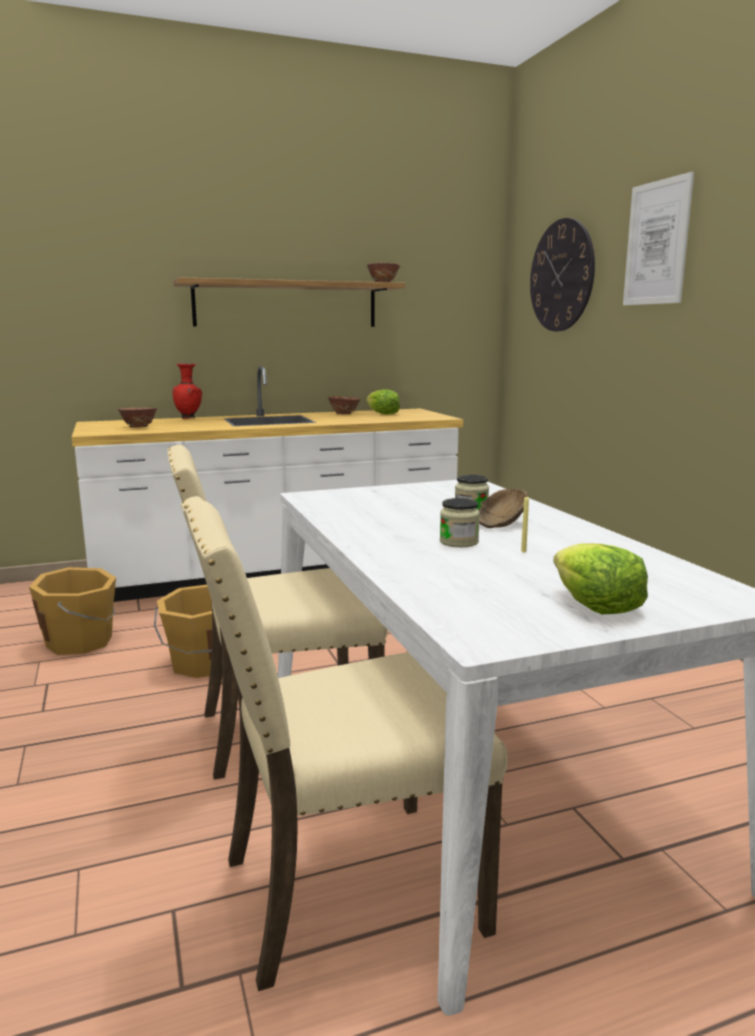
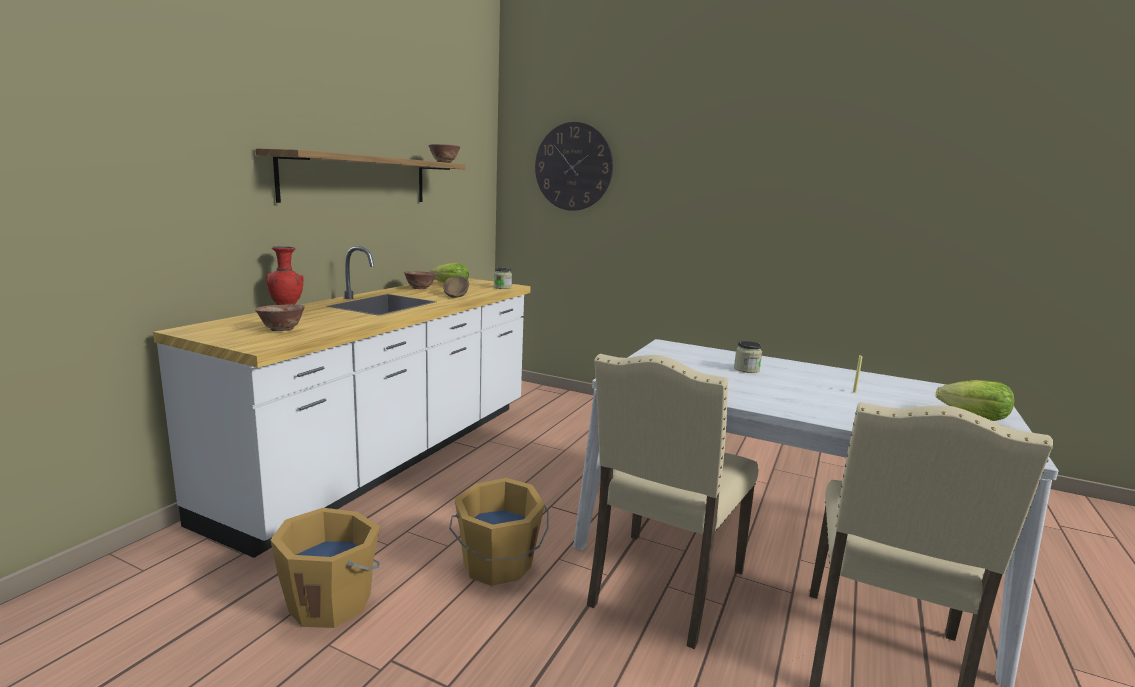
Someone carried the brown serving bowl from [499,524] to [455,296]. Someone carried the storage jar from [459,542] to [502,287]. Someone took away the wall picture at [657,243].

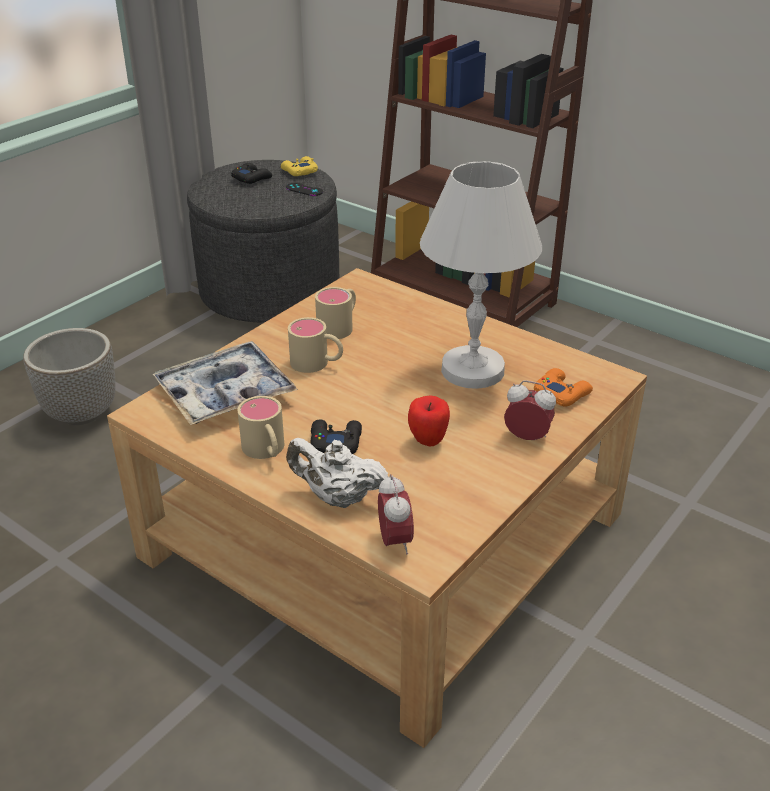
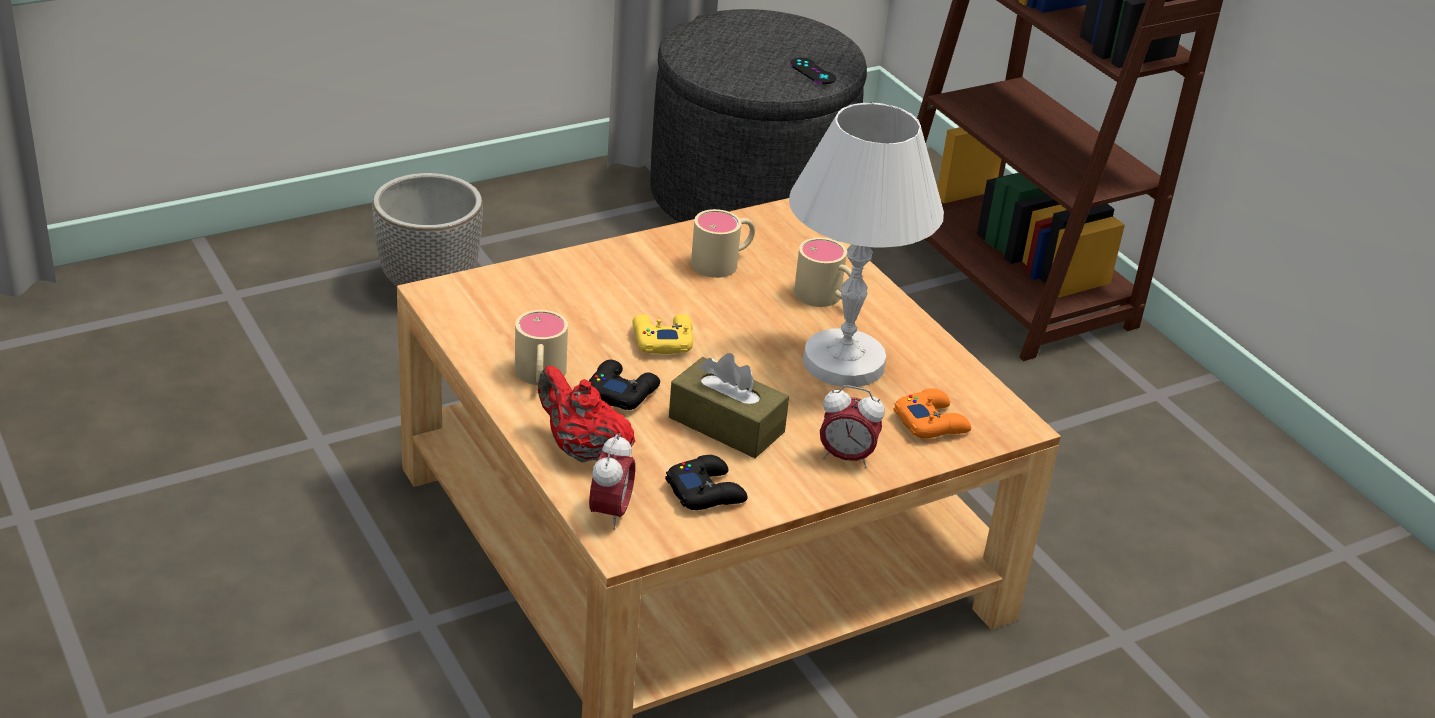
Someone repainted the white-coloured teapot at [337,497], which became the red teapot at [582,450]. Someone carried the yellowish gamepad from [299,171] to [662,340]. Someone carried the black gamepad from [251,178] to [706,491]. Someone swapped the whole apple at [428,442] for the brown box of tissues at [726,425]. Someone carried the beige-coloured coffee mug from [317,363] to [826,298]. Someone rotated the table clock at [527,437] by 150 degrees clockwise. Someone took away the serving tray at [225,394].

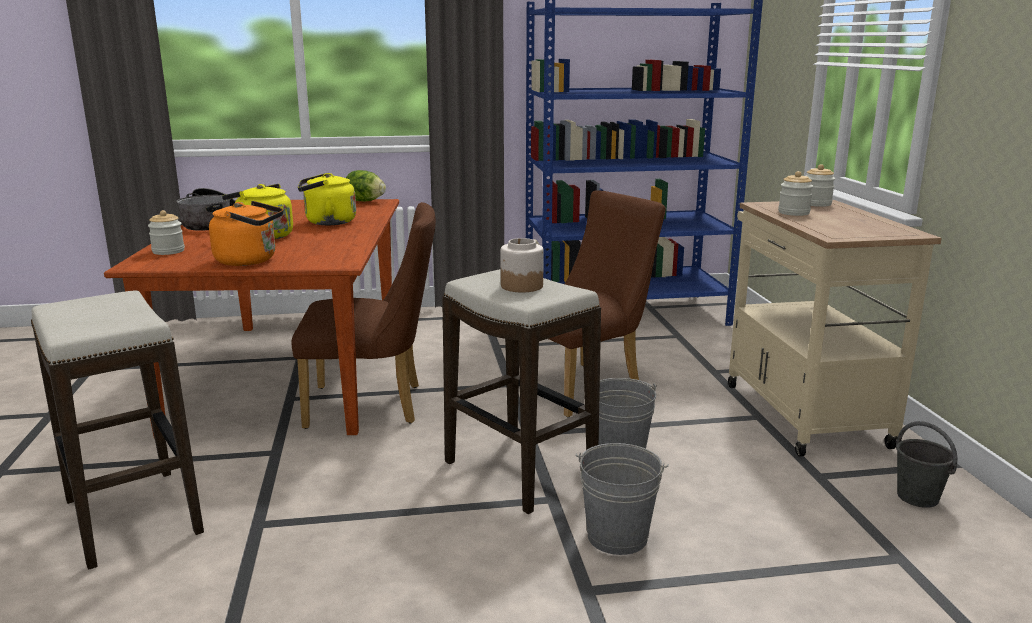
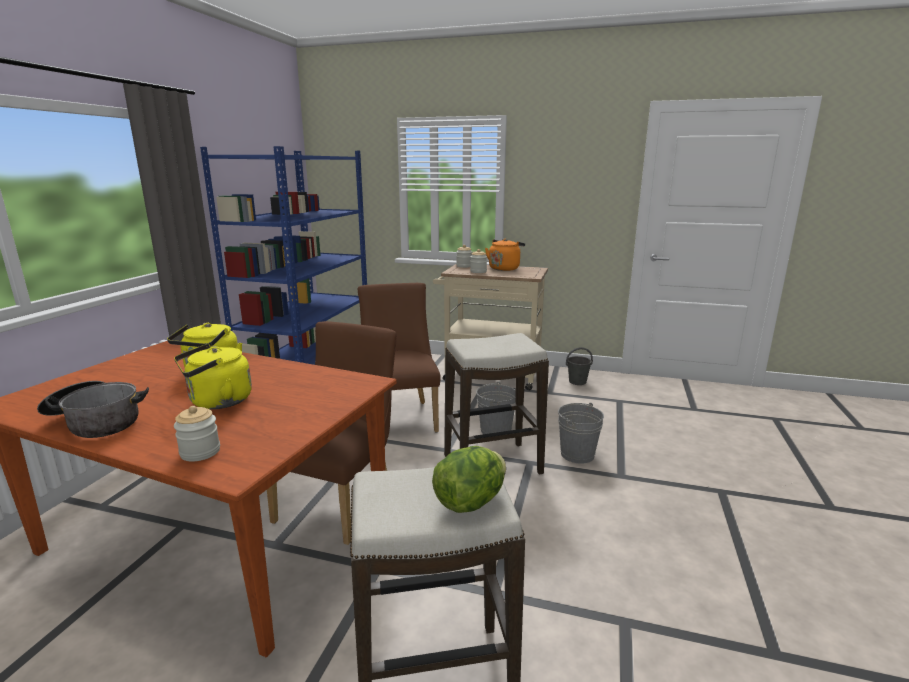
Someone carried the lettuce from [365,201] to [470,502]. Someone carried the orange kettle from [250,261] to [504,268]. Someone took away the storage jar at [521,286].

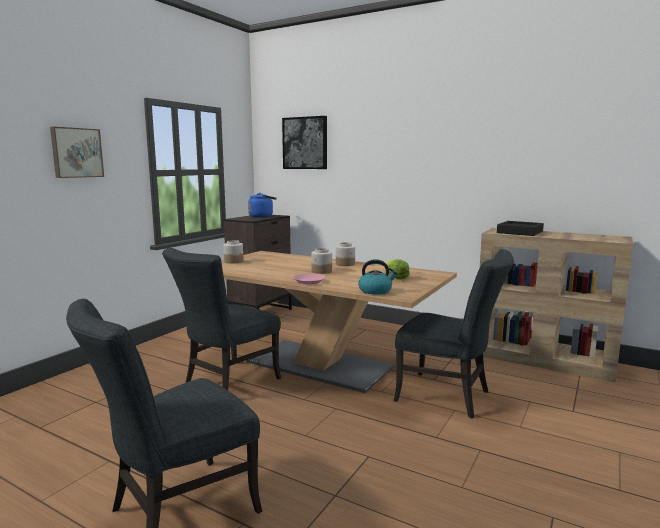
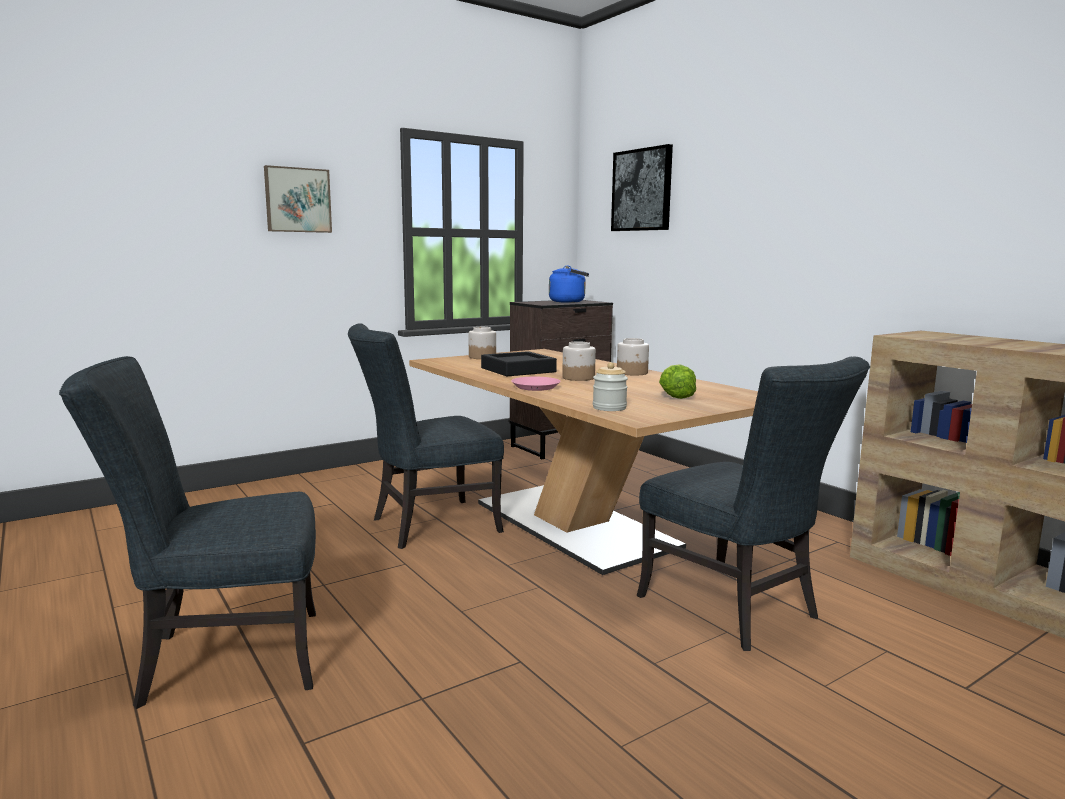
Someone carried the black serving tray from [519,232] to [518,370]. Someone swapped the kettle at [375,291] for the storage jar at [609,408].

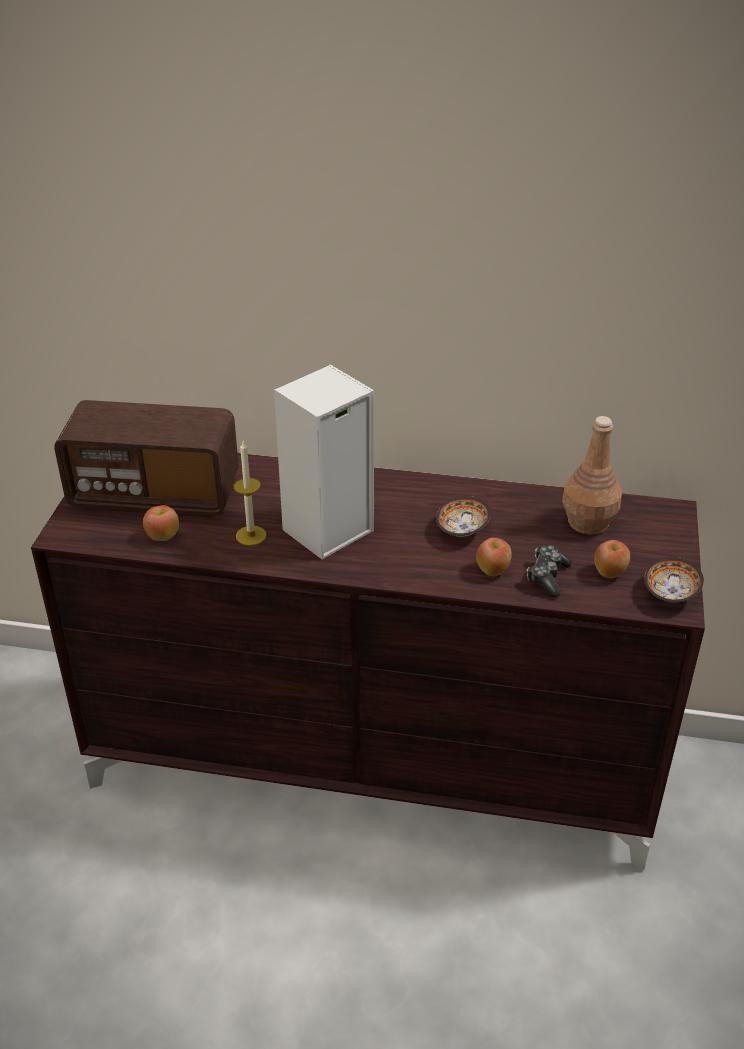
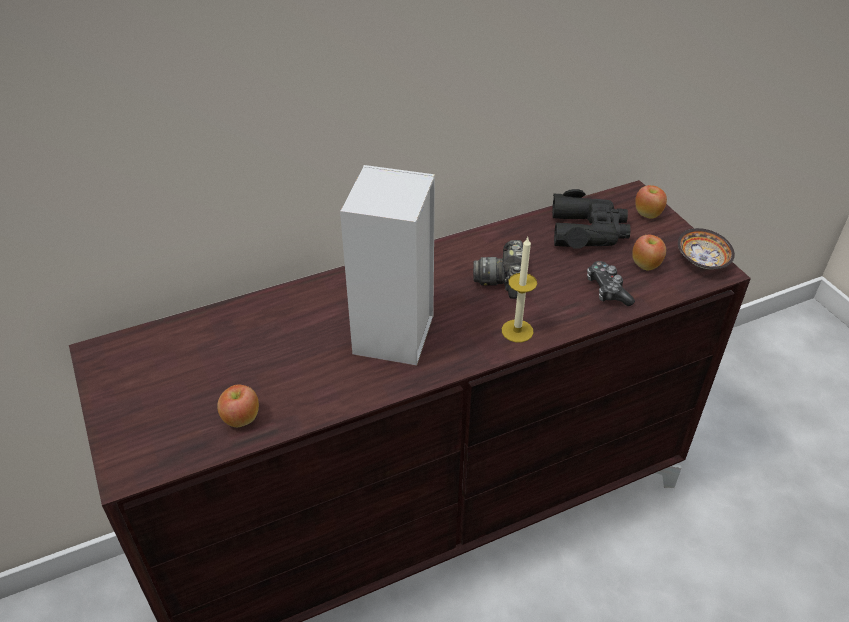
Someone swapped the serving bowl at [462,529] for the photo camera at [503,280]. Someone carried the wax candle from [251,535] to [517,331]. Someone swapped the brown beverage bottle at [588,523] for the black pair of binoculars at [588,231]. Someone carried the whole apple from [493,570] to [647,214]. Someone took away the radio set at [155,495].

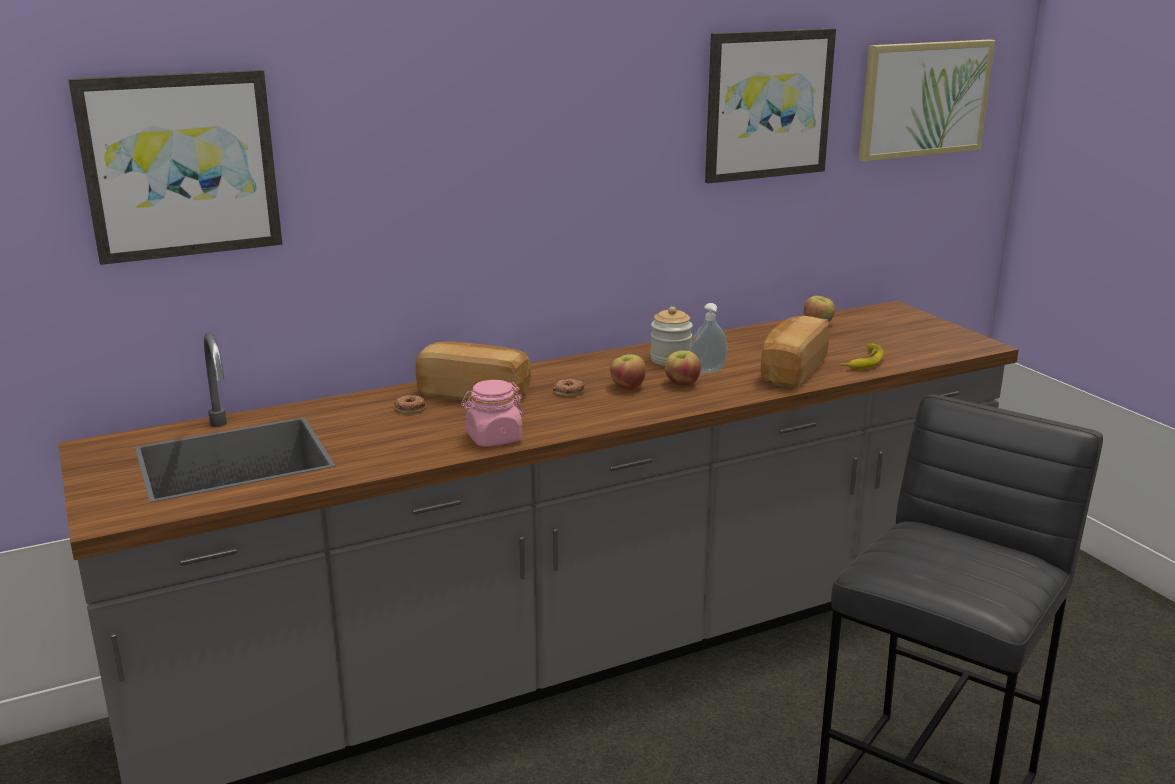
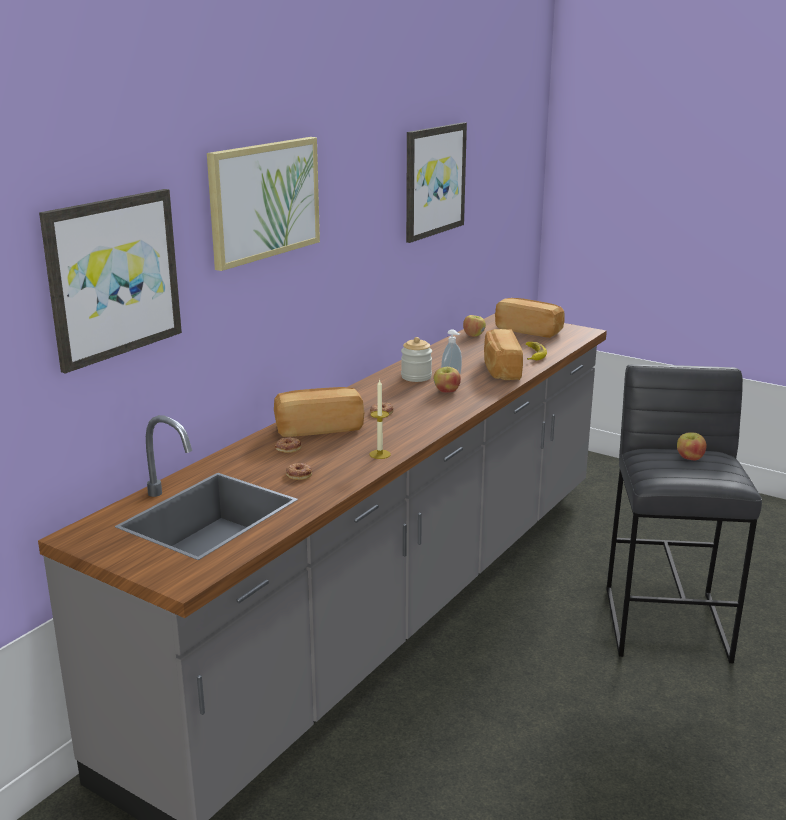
Someone carried the wall picture from [924,99] to [264,200]. Someone put down the doughnut at [299,474]. Someone swapped the pinkish storage jar at [493,438] for the wax candle at [380,454]. Someone put down the baked bread at [529,330]. Someone carried the whole apple from [627,387] to [689,458].

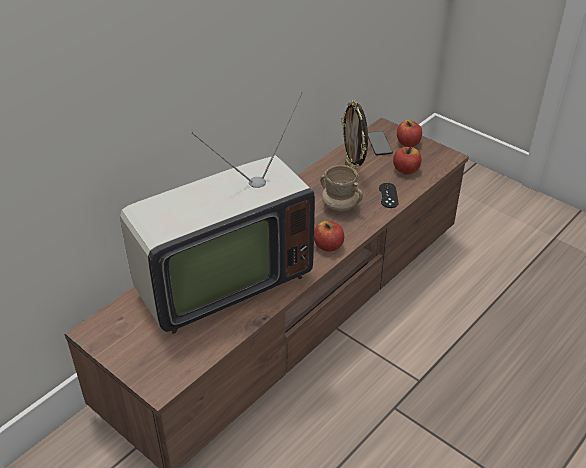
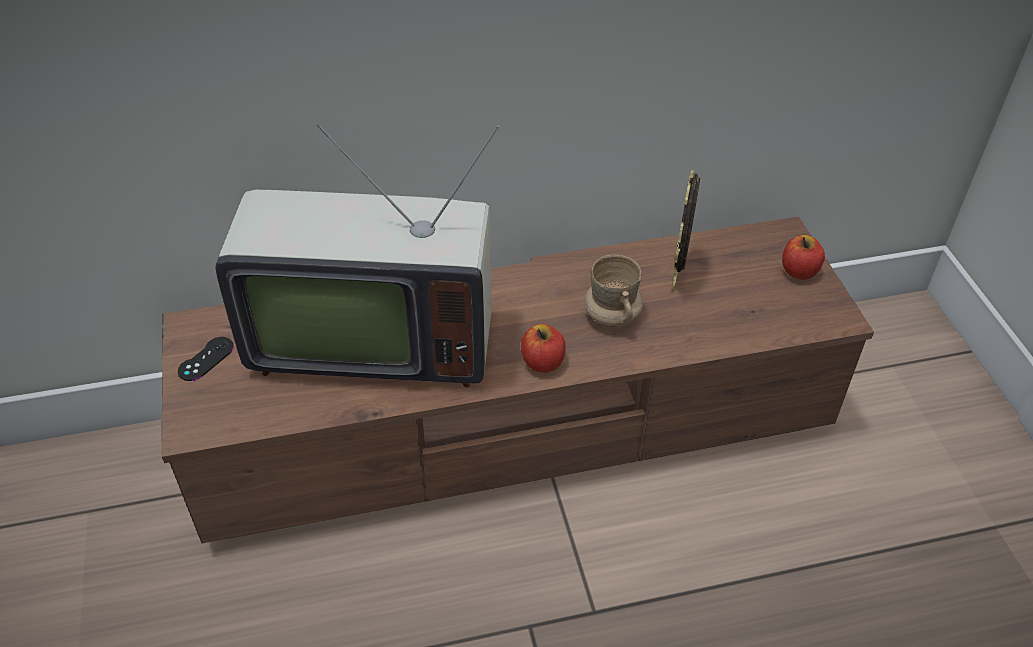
Someone carried the black gamepad from [388,195] to [206,359]. Someone took away the telephone at [379,144]. Someone took away the whole apple at [406,170].

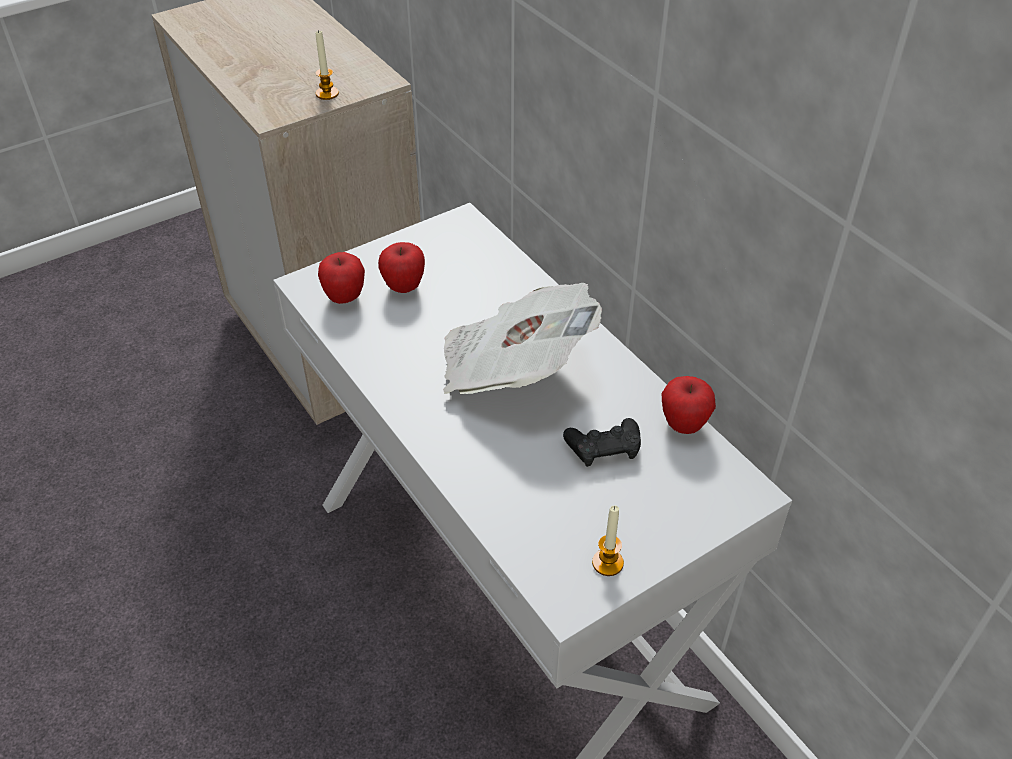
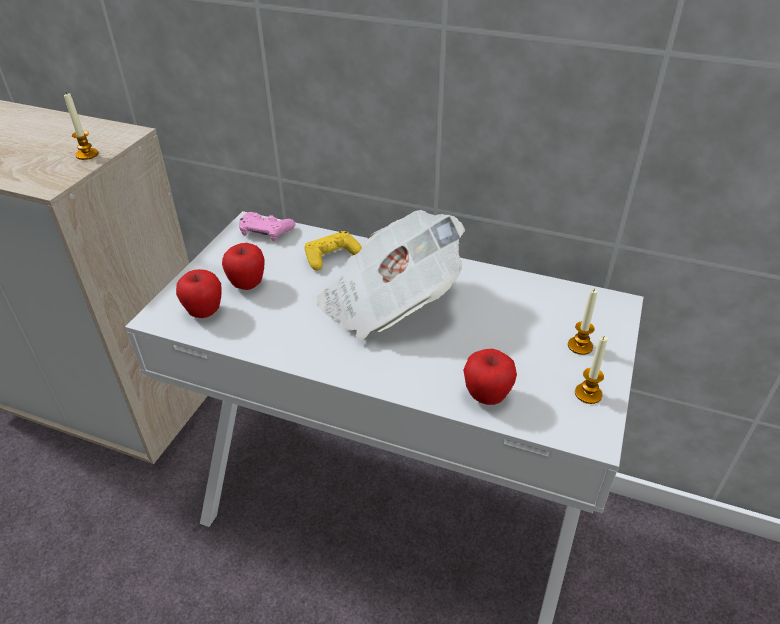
Someone put down the pinkish gamepad at [266,231]. Someone put down the yellowish gamepad at [331,256]. Someone carried the whole apple from [683,425] to [486,396]. Someone put down the wax candle at [580,346]. Someone took away the black gamepad at [604,447].

